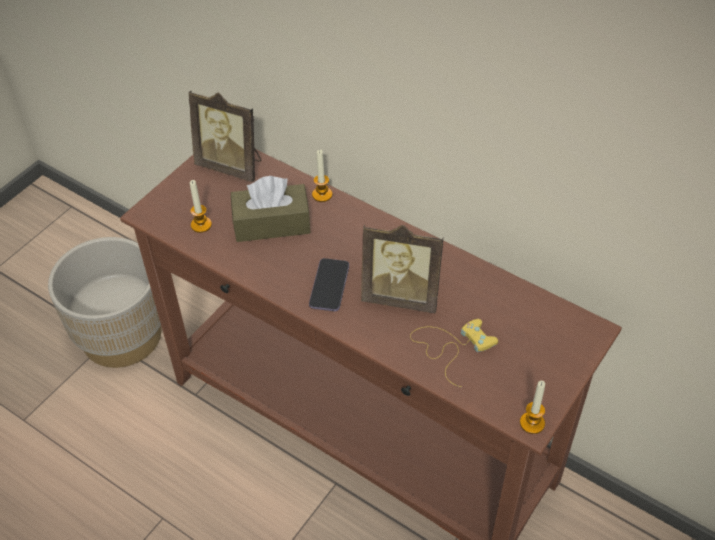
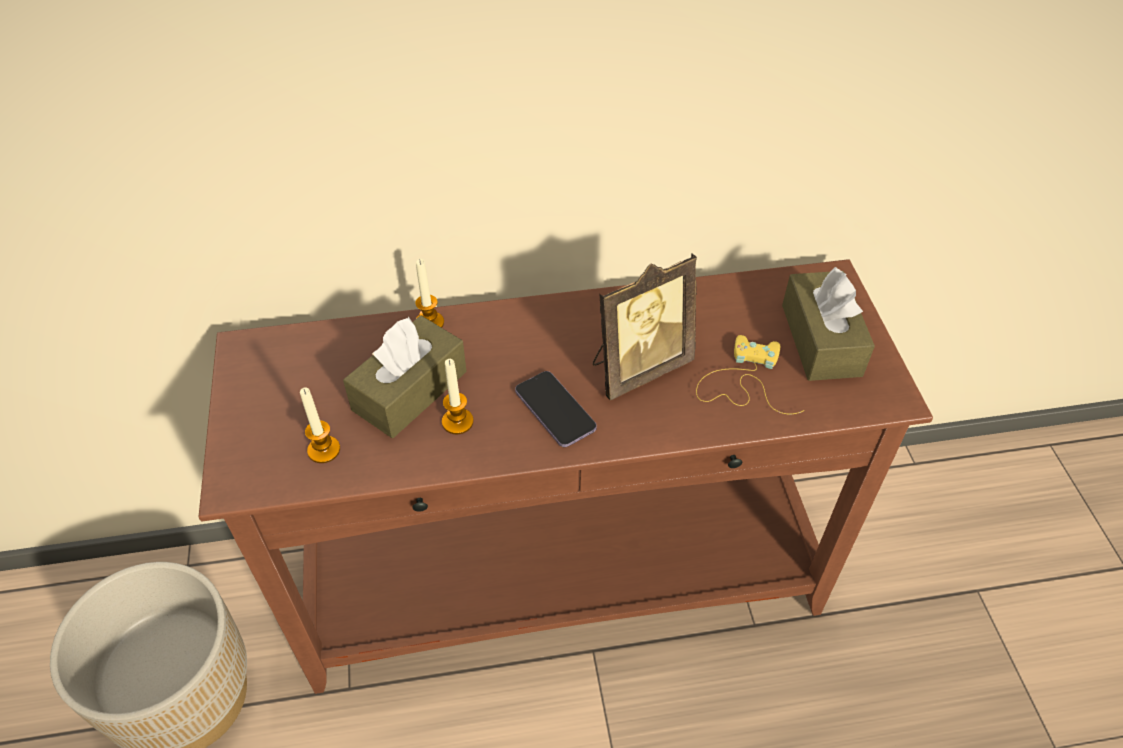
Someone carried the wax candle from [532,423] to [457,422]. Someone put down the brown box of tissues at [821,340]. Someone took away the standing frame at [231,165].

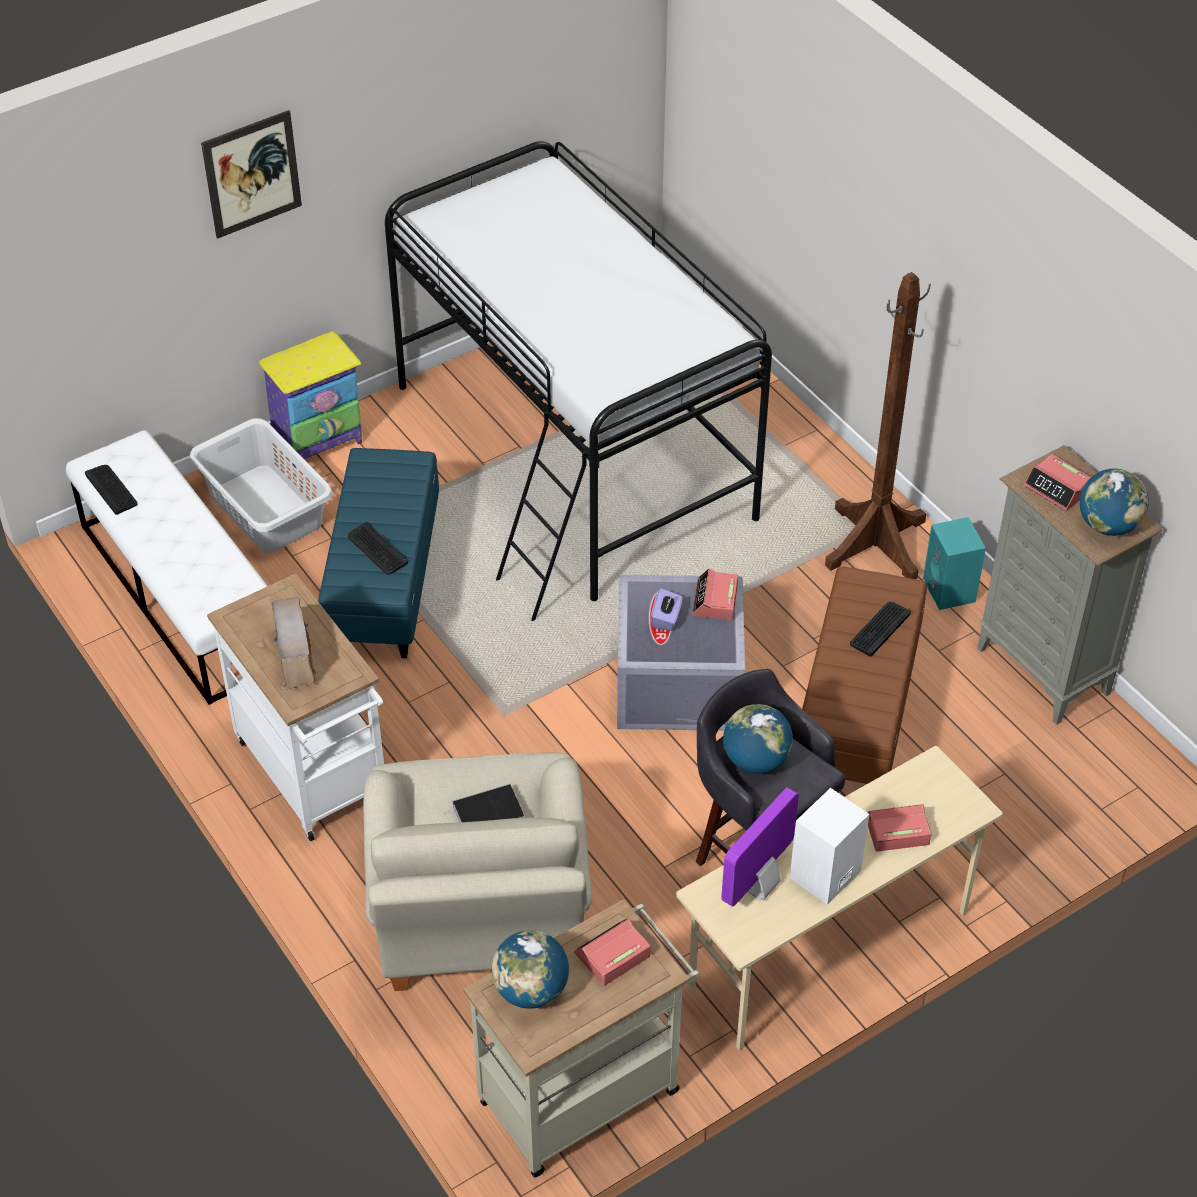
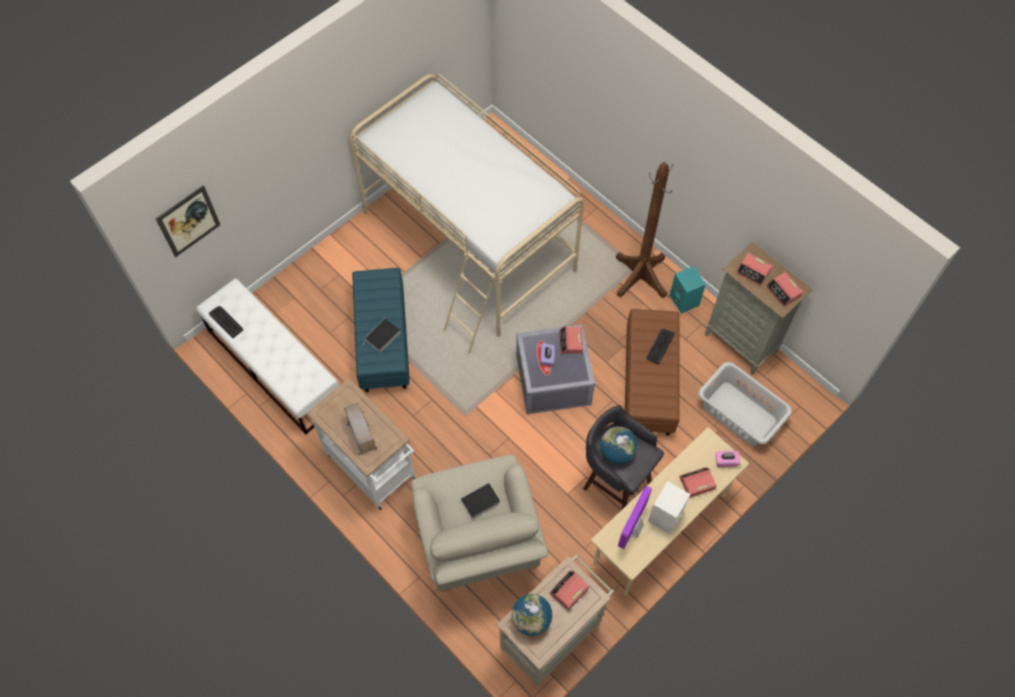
Someone carried the wall picture from [252,174] to [188,221]. Someone repainted the black bedroom bed at [573,456], which became the beige-coloured bedroom bed at [469,244]. Someone swapped the keyboard at [377,549] for the volume at [382,337]. Someone carried the grey washing basket from [265,510] to [739,414]. Someone put down the pinkish box of tissues at [726,461]. Someone swapped the globe at [1108,525] for the table clock at [783,292]. Someone took away the night table at [321,442].

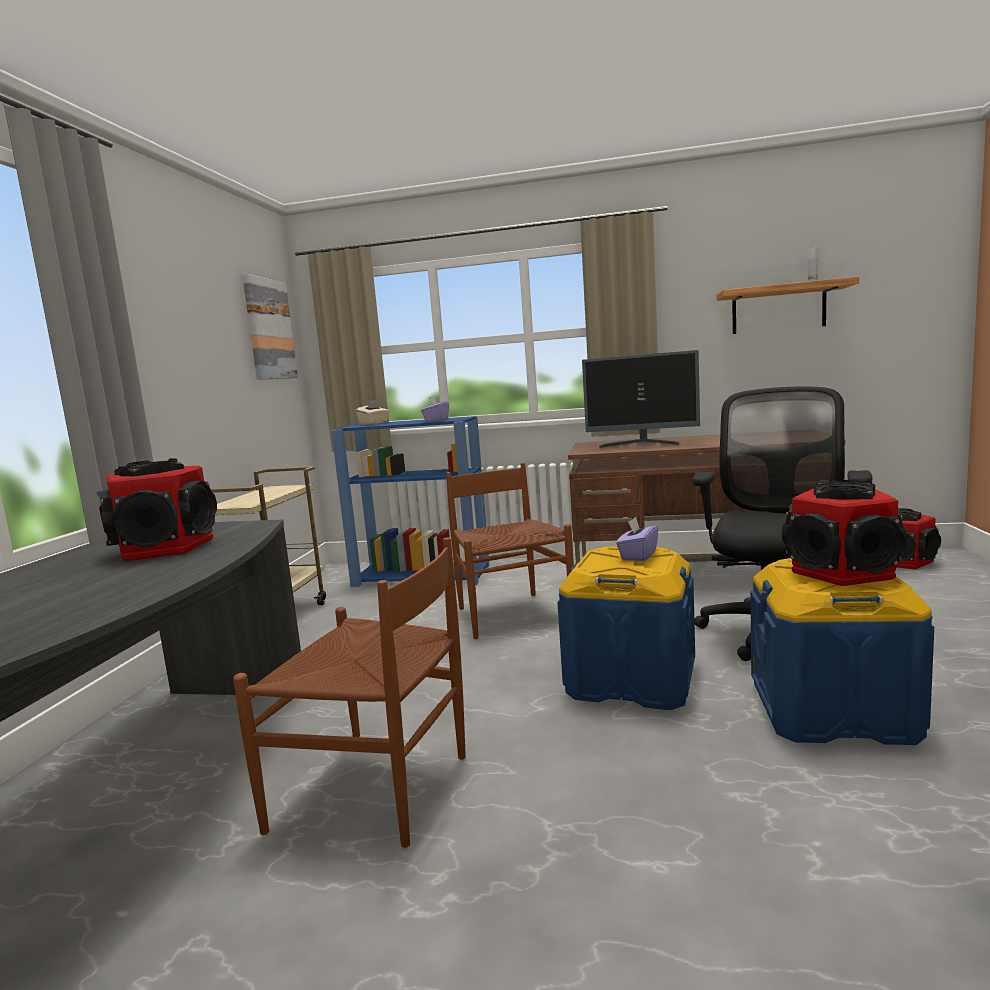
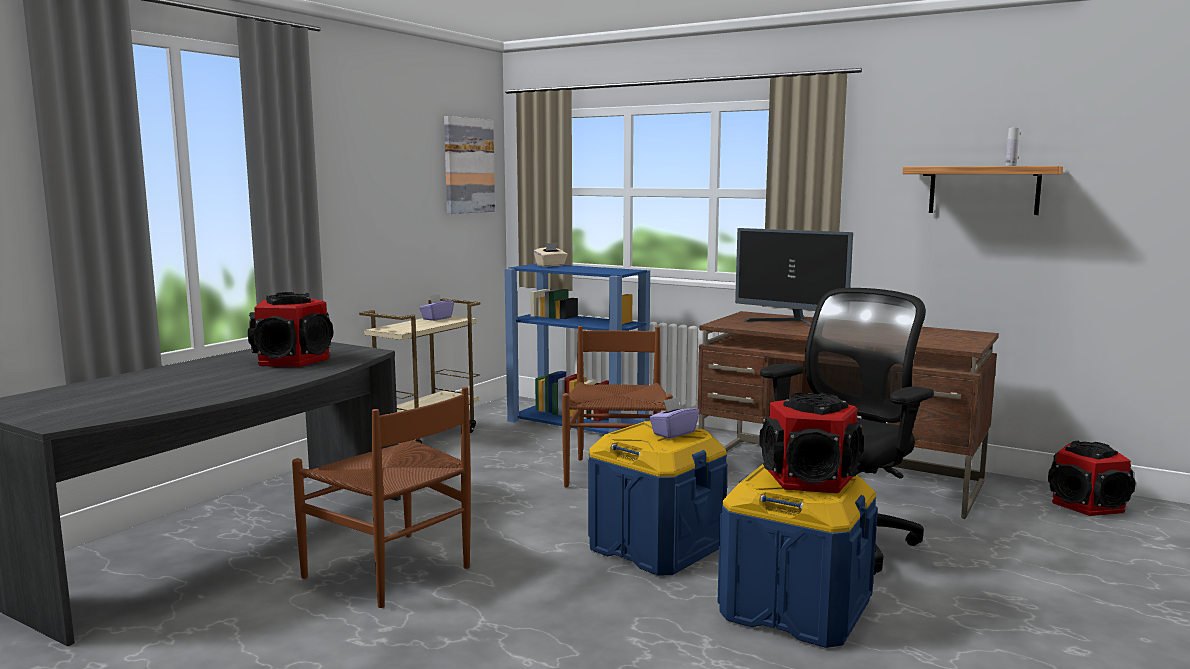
Someone carried the purple box of tissues from [436,420] to [436,318].

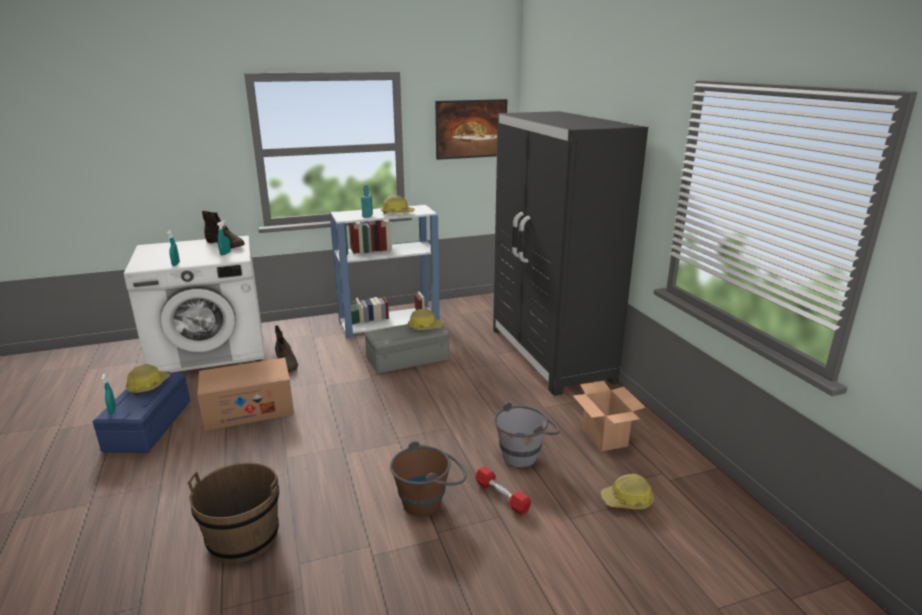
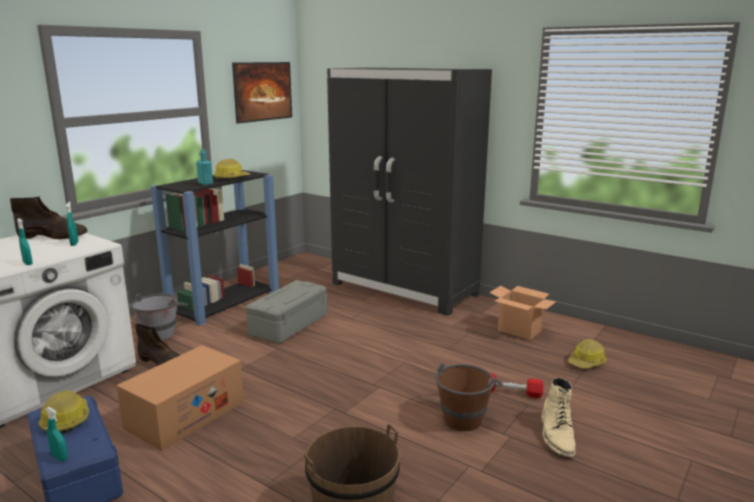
Someone carried the grey pail from [525,454] to [163,333]. Someone repainted the white-coloured bookshelf at [389,322], which became the black bookshelf at [225,301]. Someone put down the beige-coloured tall boot at [557,435]. Someone took away the safety helmet at [425,327].

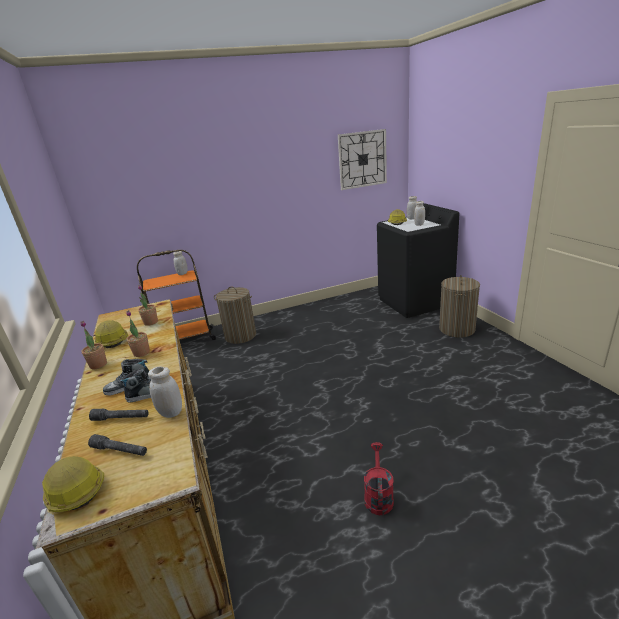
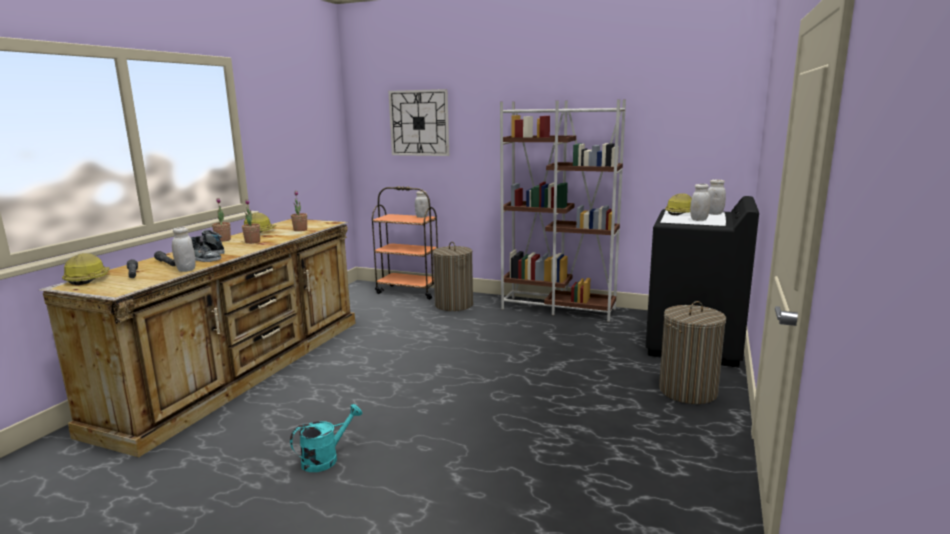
Someone repainted the red sprinkling can at [378,495], which became the blue-green sprinkling can at [326,458]. Someone carried the wall clock from [362,159] to [419,123]. Someone put down the brown bookshelf at [558,309].

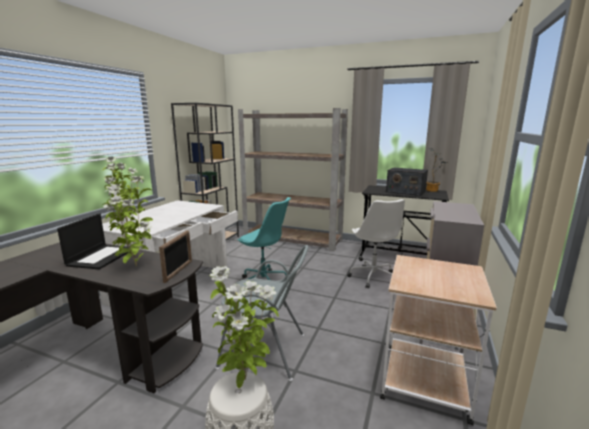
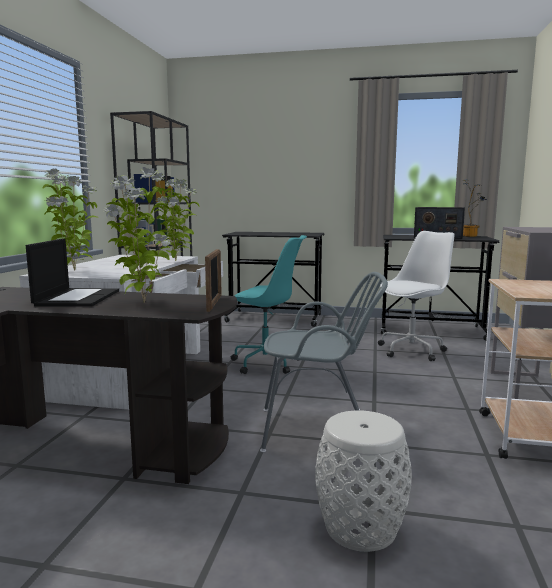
Someone carried the potted plant from [244,381] to [175,261]. Someone swapped the brown bookshelf at [292,238] for the black desk table at [274,318]. Someone rotated the white-coloured office chair at [373,278] by 105 degrees counterclockwise.

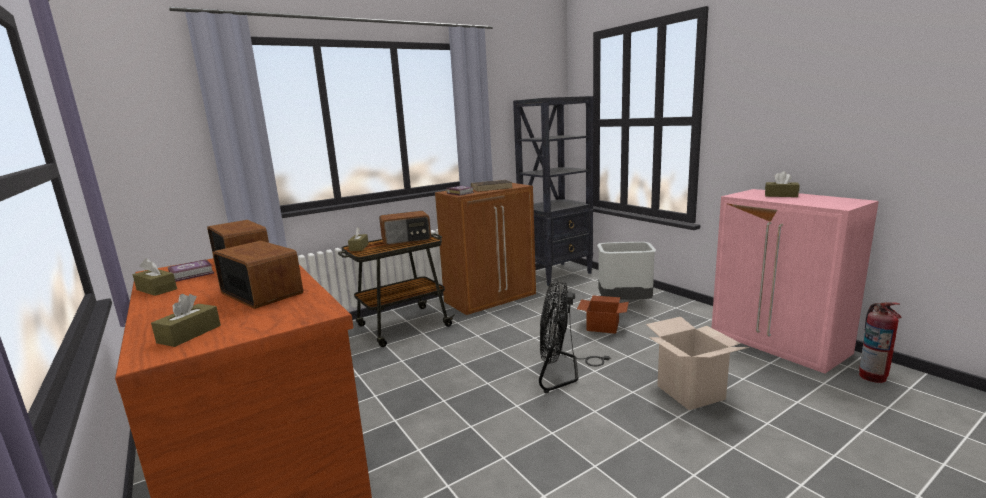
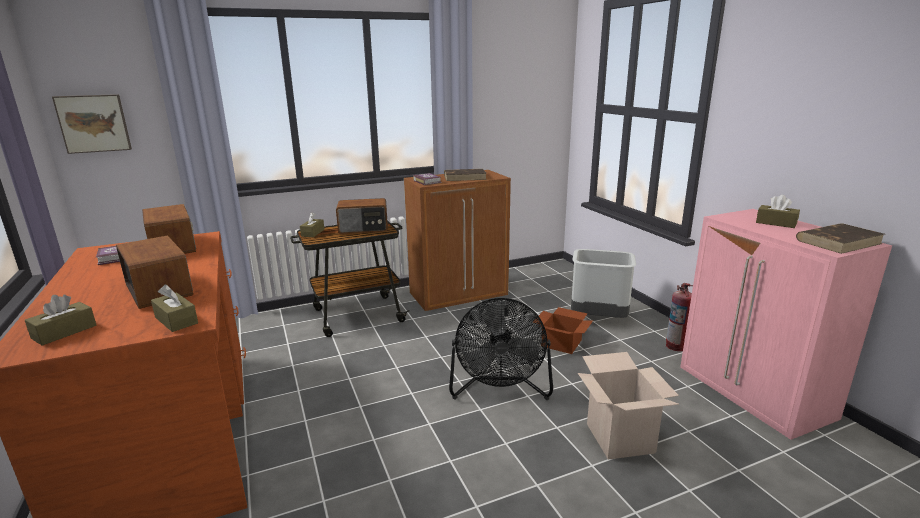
Someone put up the wall picture at [94,123]. Someone carried the brown box of tissues from [156,289] to [176,320]. Someone rotated the black electric fan at [563,368] by 105 degrees counterclockwise. Someone carried the fire-fighting cylinder from [872,376] to [676,346]. Someone put down the brown volume at [838,241]. Someone took away the black bookshelf at [557,274].

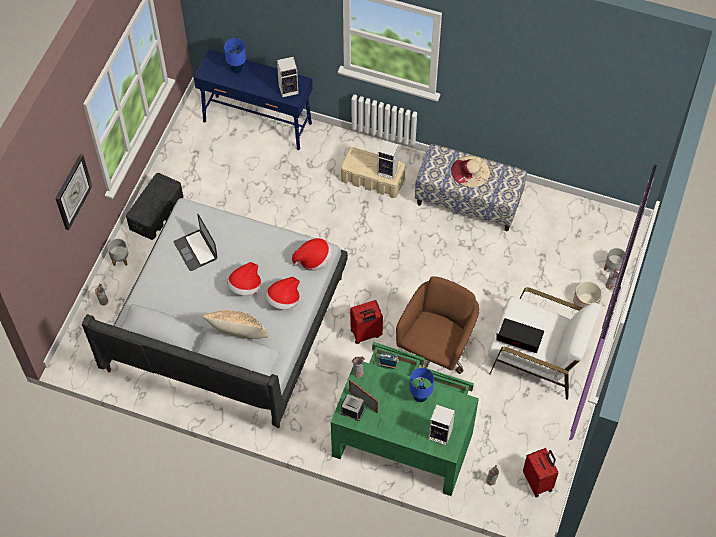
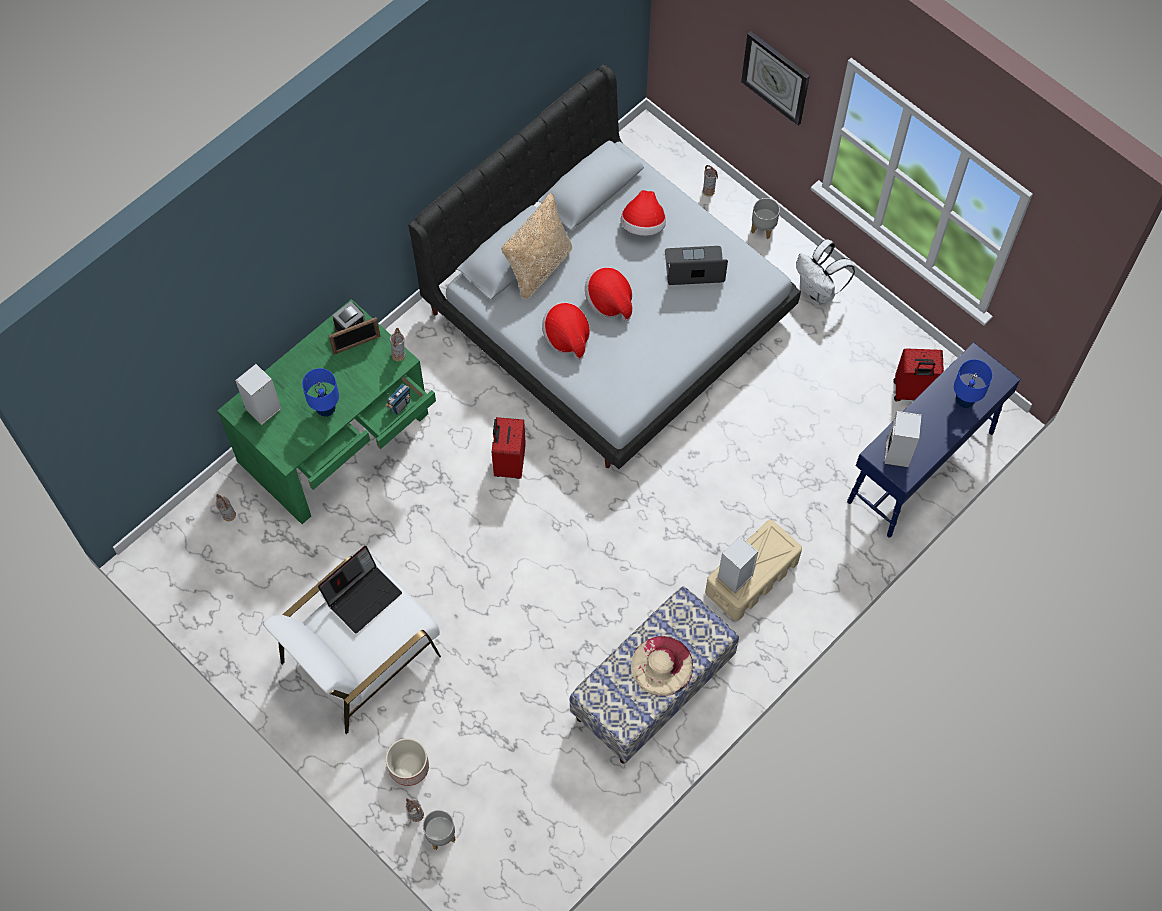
Someone carried the hat from [313,260] to [643,225]. Someone swapped the black storage bin at [156,212] for the white-coloured knapsack at [819,291]. Someone carried the red piece of luggage from [538,482] to [912,392]. Someone took away the brown office chair at [435,354].

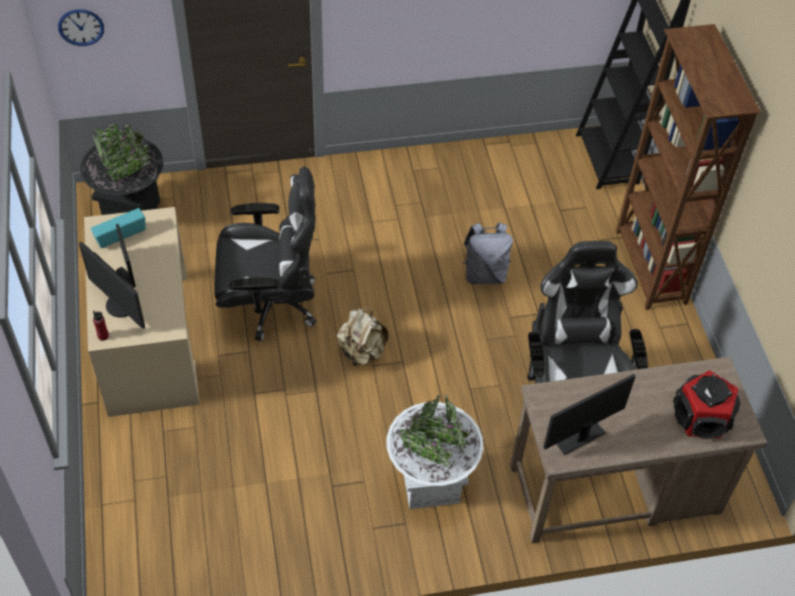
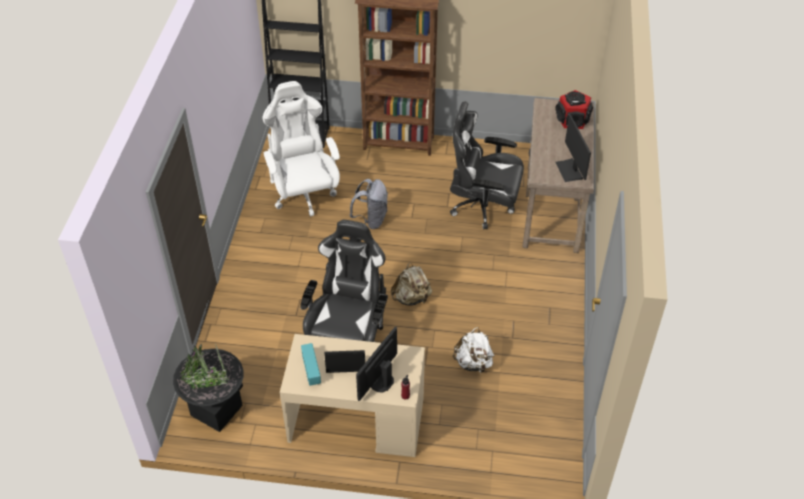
Someone put down the white-coloured office chair at [305,198]. Someone rotated the computer display at [120,305] by 150 degrees clockwise. Someone put down the white-coloured knapsack at [473,363]. Someone took away the wall clock at [81,27]. Someone took away the white-coloured flower pot at [430,484].

